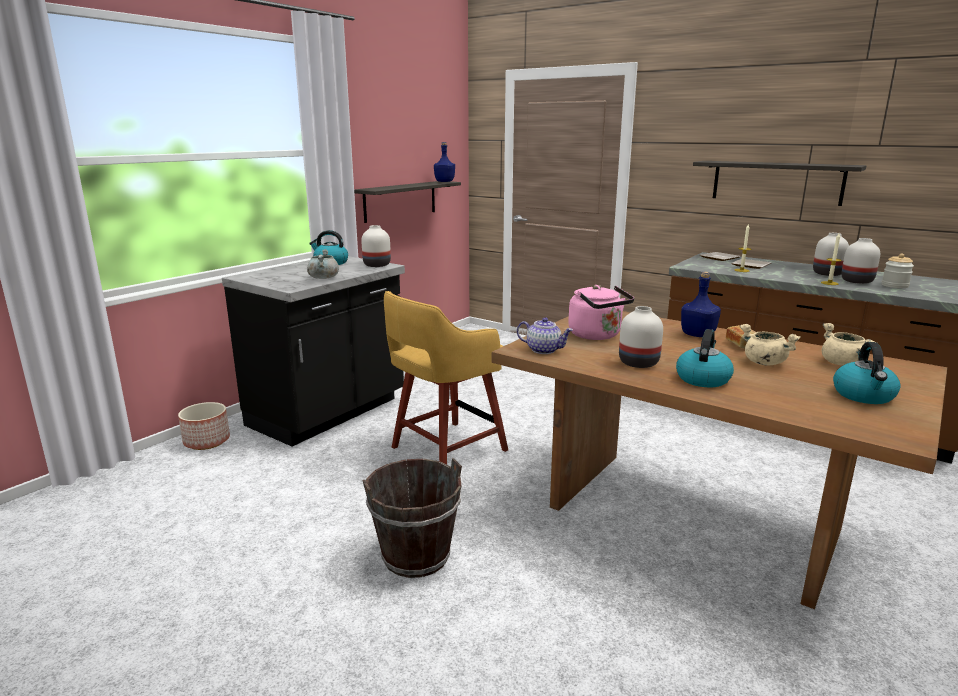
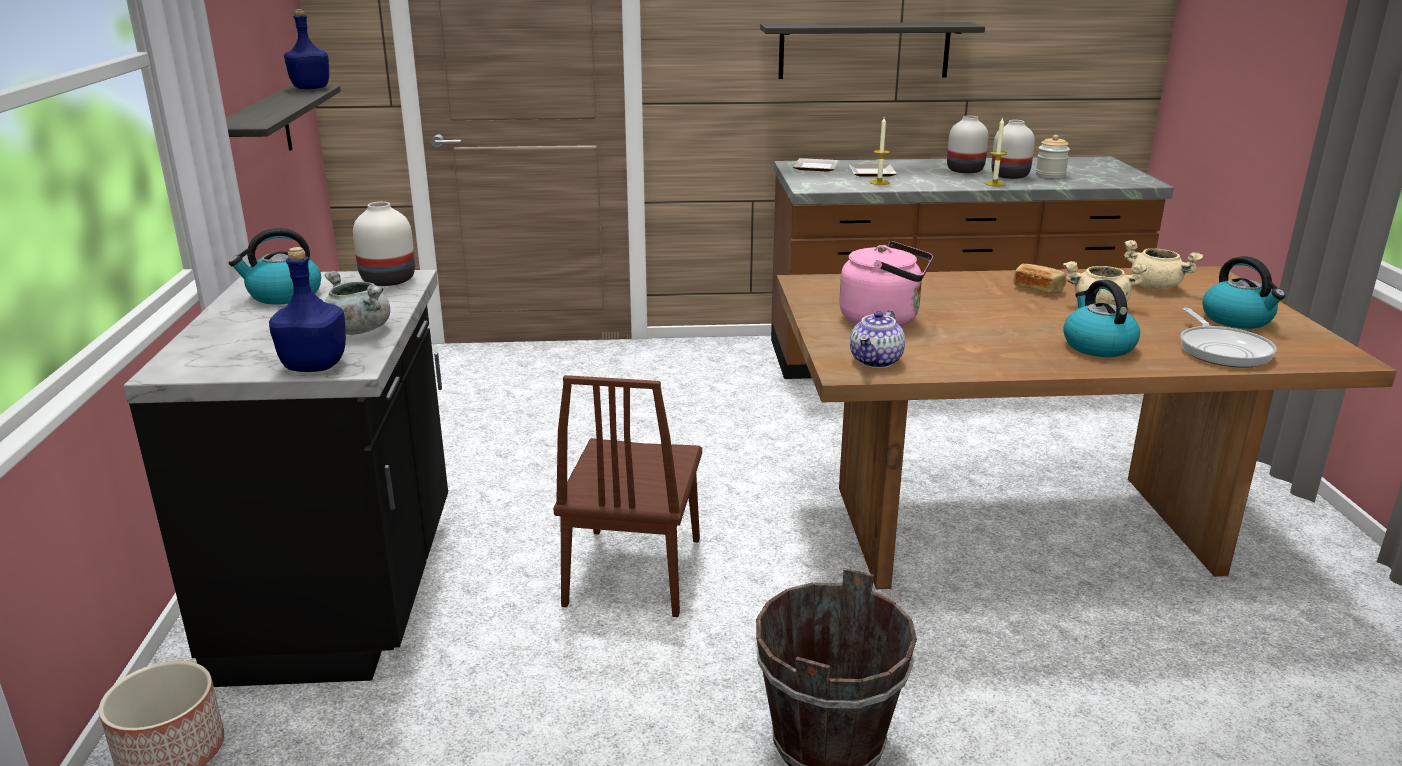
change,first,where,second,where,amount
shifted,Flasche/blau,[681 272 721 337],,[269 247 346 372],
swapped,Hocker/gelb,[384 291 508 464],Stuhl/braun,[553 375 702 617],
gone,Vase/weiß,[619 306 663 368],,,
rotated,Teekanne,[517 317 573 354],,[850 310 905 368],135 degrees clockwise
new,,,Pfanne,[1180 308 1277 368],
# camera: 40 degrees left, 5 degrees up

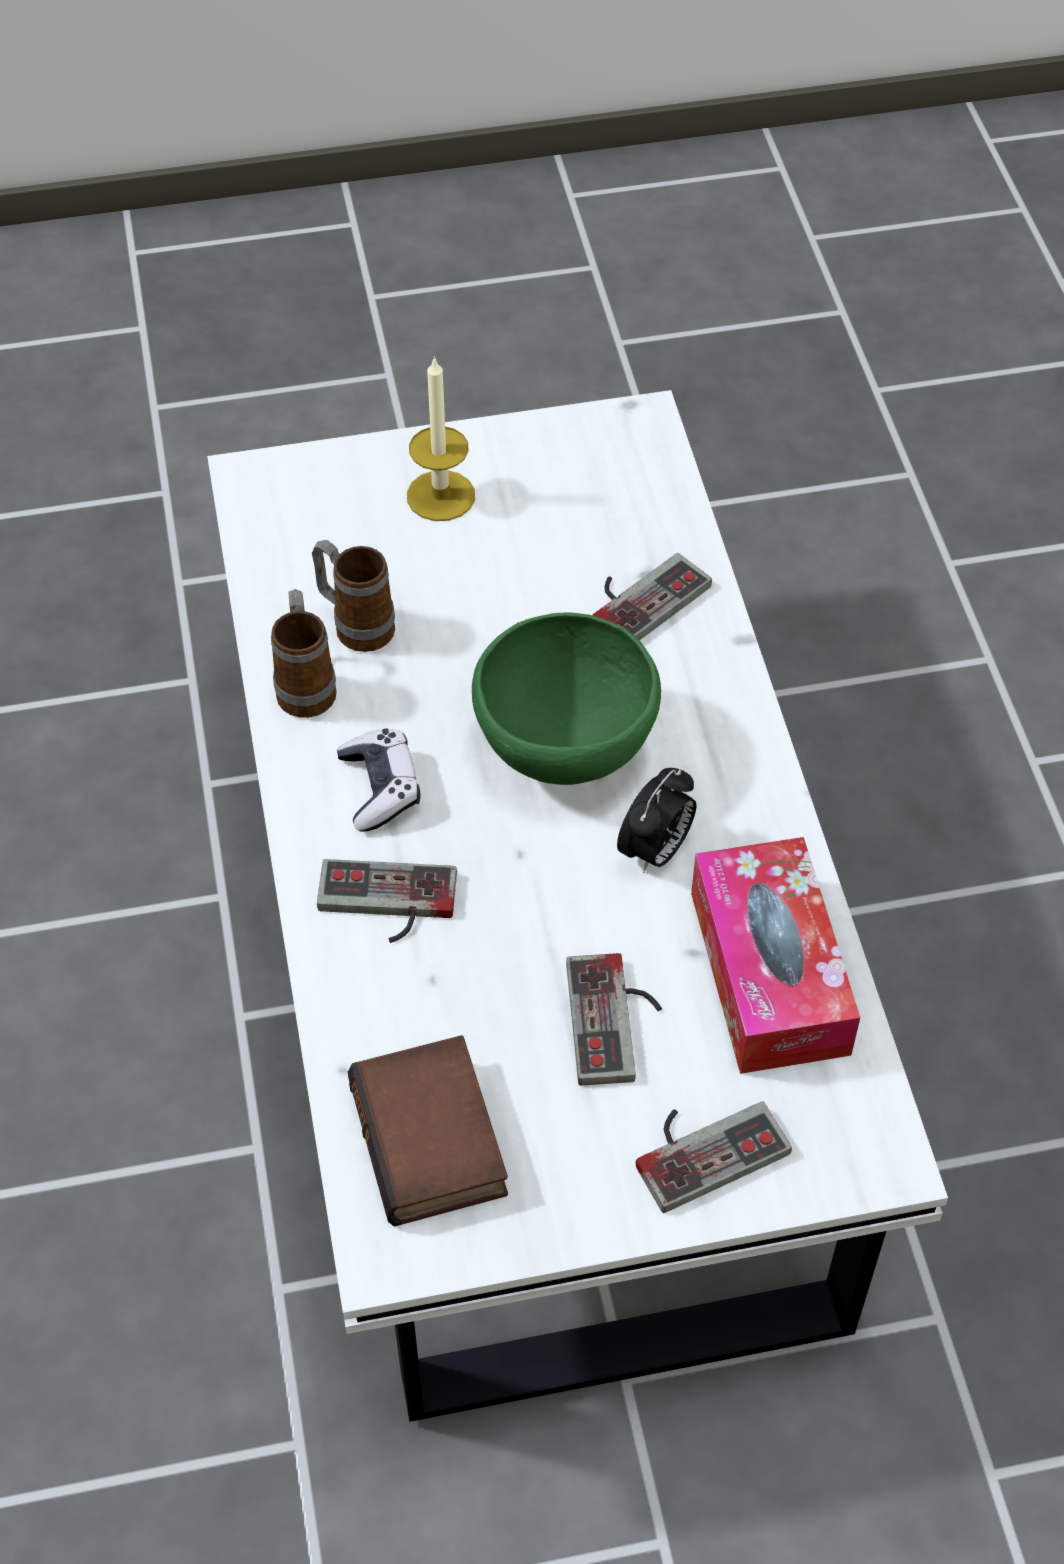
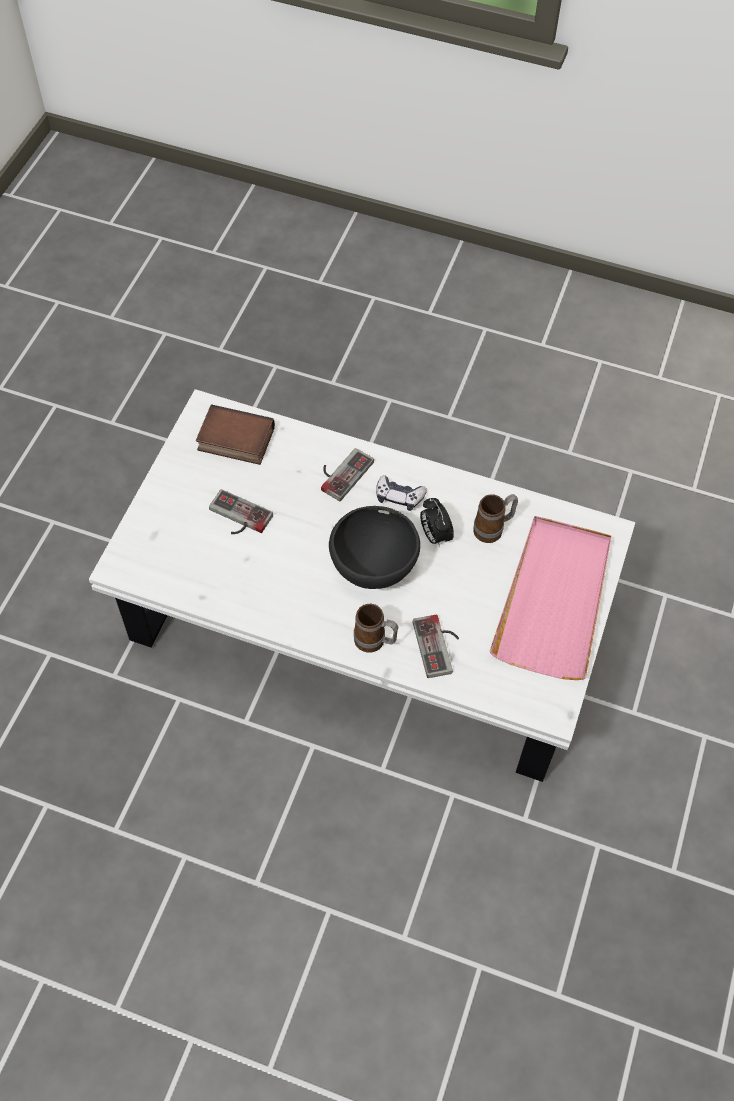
change,first,where,second,where,amount
swapped,Kerze,[407 356 475 521],Tablett/rosa,[489 516 612 680],
shifted,Henkelbecher,[271 589 336 718],,[354 604 398 653],
repainted,Schüssel/grün,[472 612 661 785],Schüssel/schwarz,[329 506 420 589],
shifted,Wecker,[617 768 696 873],,[420 498 454 548],
gone,Taschentuchbox,[691 837 860 1074],,,
gone,Gamepad,[636 1101 792 1213],,,
# camera: 120 degrees right, 5 degrees up

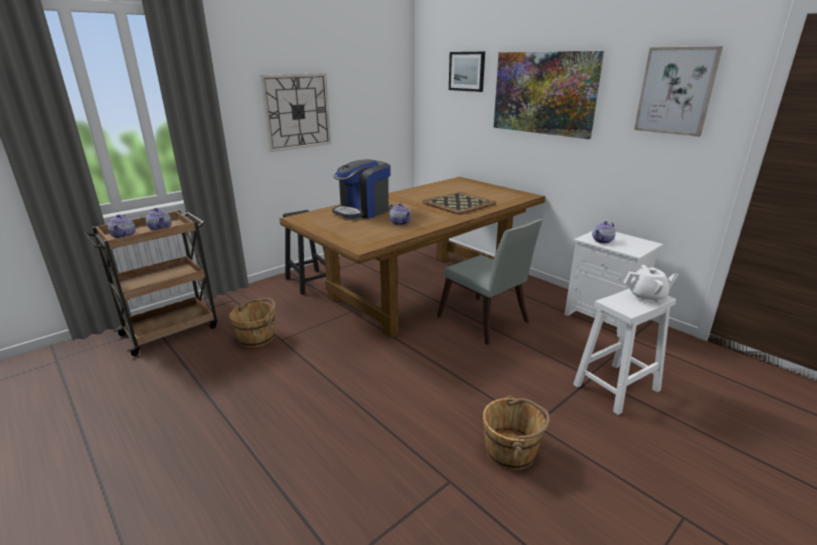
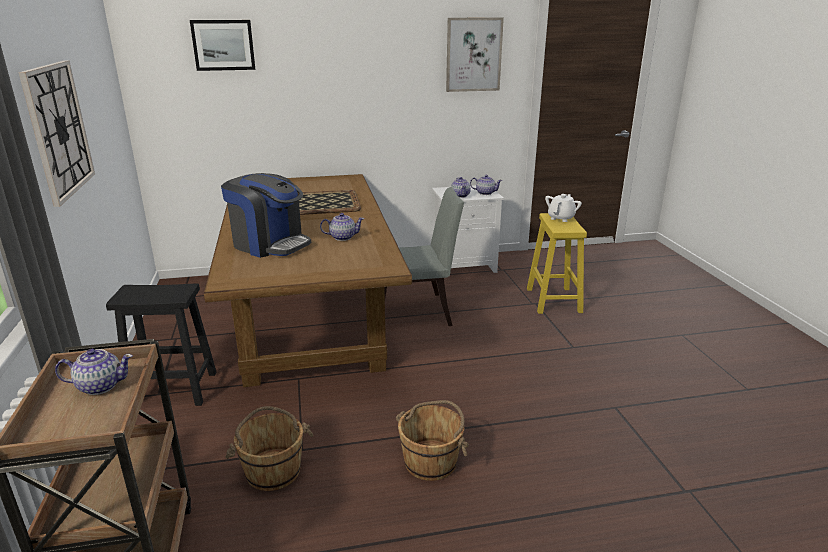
change,first,where,second,where,amount
gone,Bild,[494 51 604 139],,,
rotated,Kaffeemaschine,[332 159 391 219],,[221 173 311 258],45 degrees counterclockwise
shifted,Teekanne,[108 214 136 238],,[470 175 503 195],
repainted,Hocker/weiß,[573 288 676 415],Hocker/gelb,[527 213 587 314],
shifted,Eimer/braun,[483 395 550 470],,[396 400 469 481],
# camera: 60 degrees left, 0 degrees up

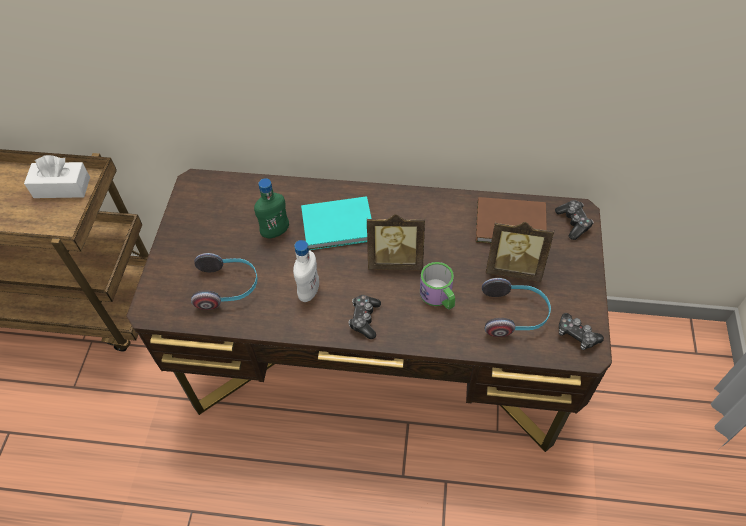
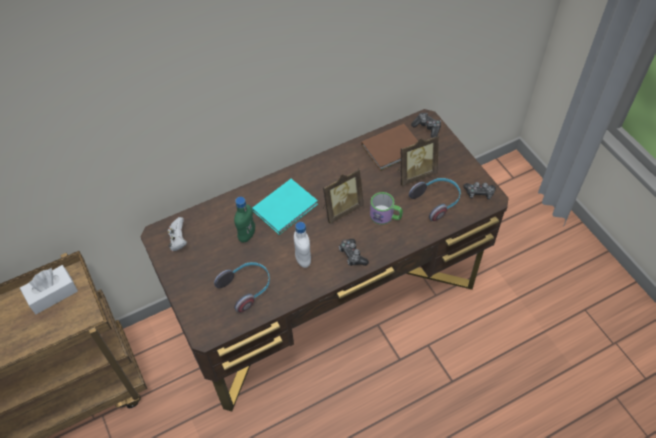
change,first,where,second,where,amount
new,,,Gamepad/weiß,[168 217 187 251],
# camera: 35 degrees left, 0 degrees up

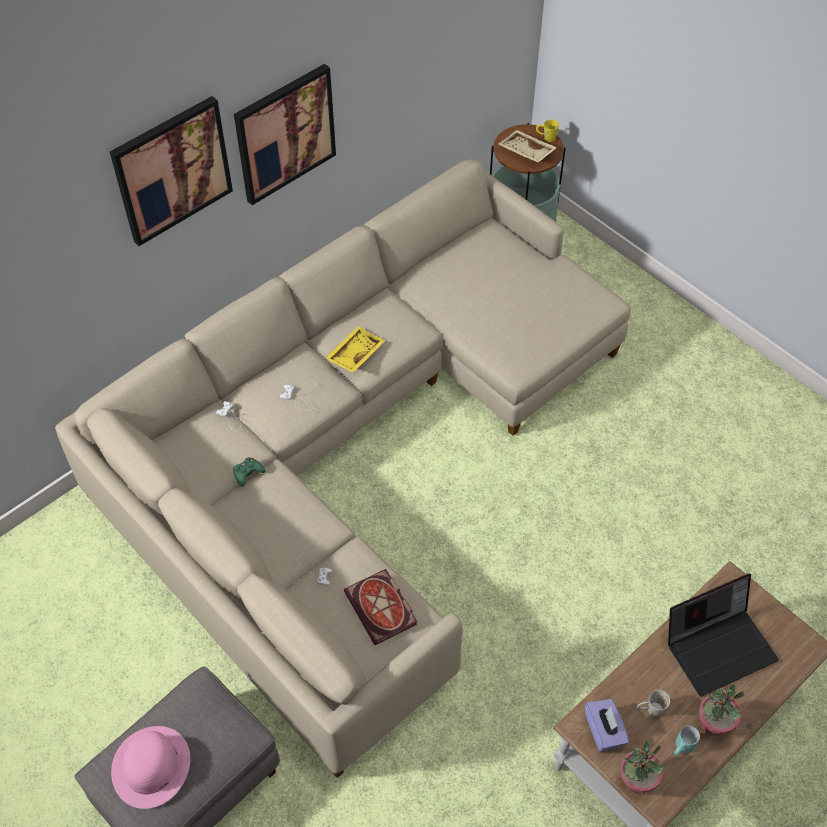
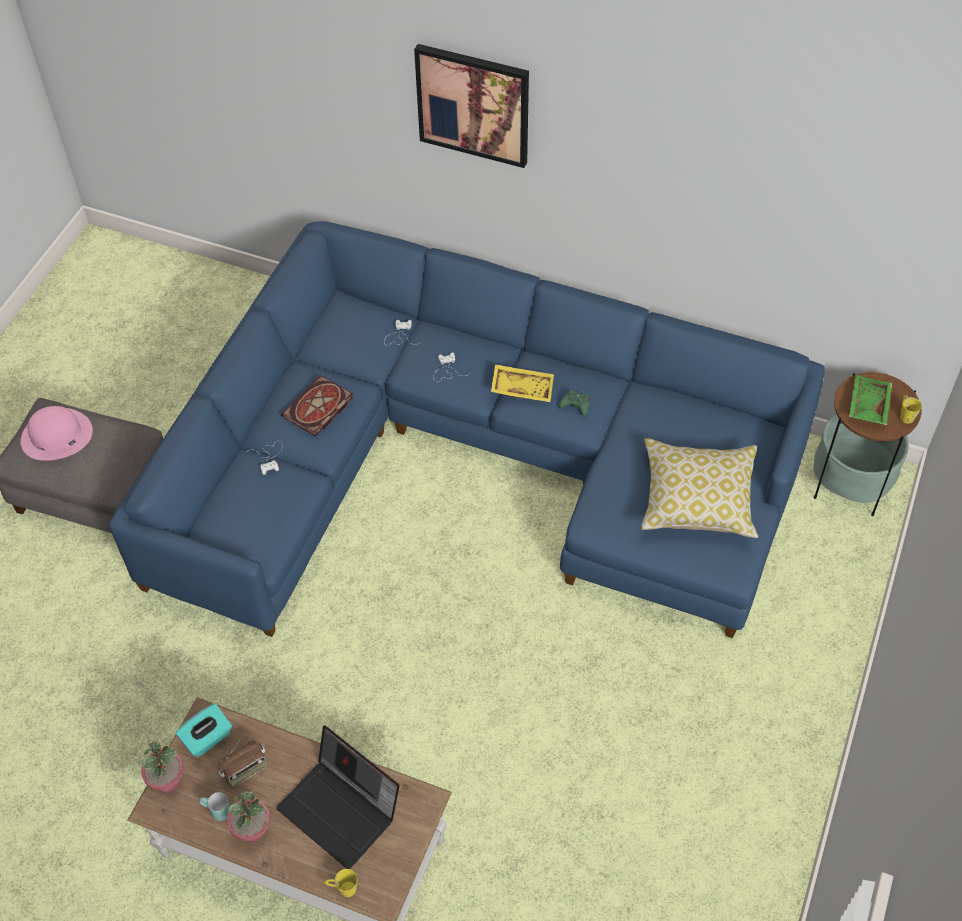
change,first,where,second,where,amount
gone,Bild,[234 64 336 205],,,
repainted,Tablett/beige,[498 130 557 162],Tablett/grün,[849 375 892 425],
repainted,Sofa/beige,[55 159 631 778],Sofa/blau,[108 221 825 638],
shifted,Gamepad/grün,[233 457 265 487],,[559 390 590 416],
shifted,Buch,[344 569 417 645],,[281 375 354 437],
swapped,Henkelbecher/weiß,[637 690 670 717],Radio,[218 738 268 787],
repainted,Taschentuchbox/lila,[585 699 629 752],Taschentuchbox/türkis,[176 704 232 757],
new,,,Kissen,[641 438 758 538],
new,,,Henkelbecher/gelb,[325 869 357 897],
# camera: 65 degrees right, 0 degrees up

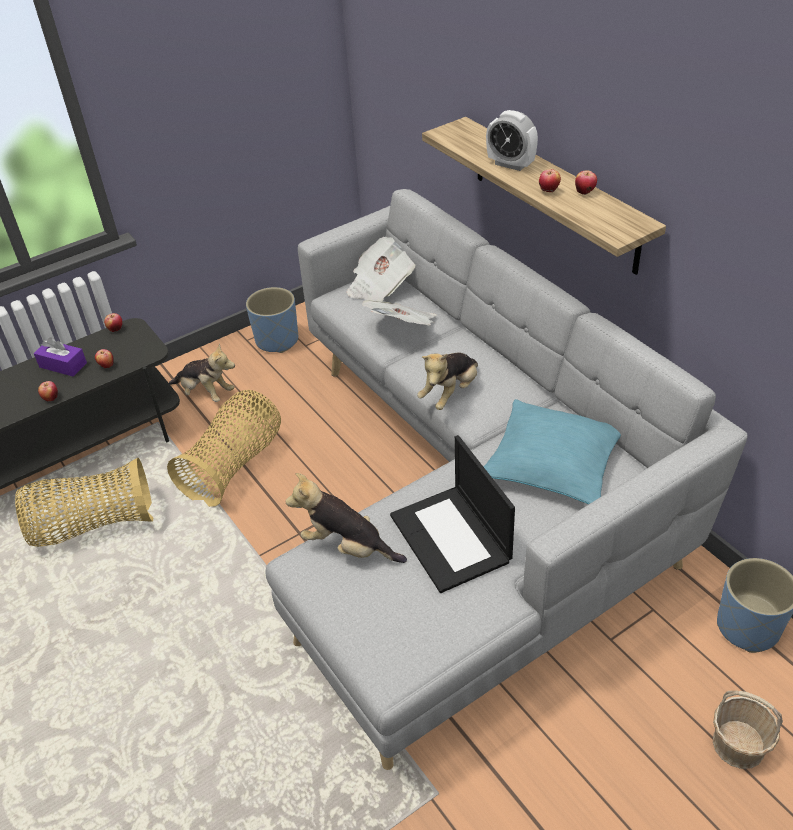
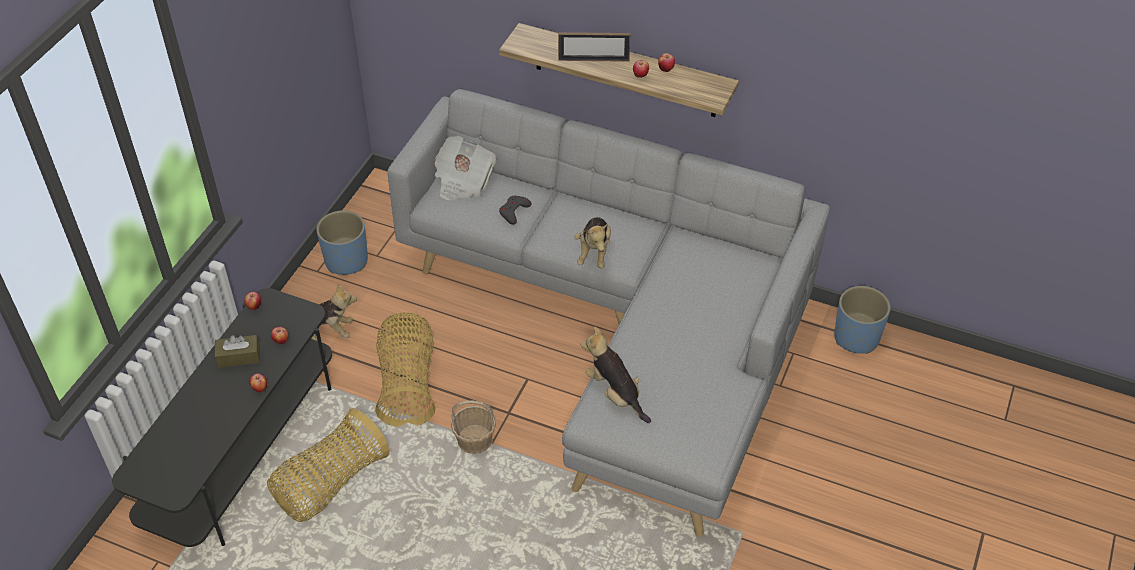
change,first,where,second,where,amount
swapped,Wecker,[486 110 538 171],Bilderrahmen,[558 32 630 62],
swapped,Zeitung,[362 300 437 326],Gamepad/grau,[499 196 532 225],
repainted,Taschentuchbox/lila,[34 337 87 376],Taschentuchbox/braun,[215 335 260 368],
gone,Kissen/türkis,[483 399 621 504],,,
gone,Laptop,[390 435 515 593],,,
rotated,Plüschtier,[286 473 407 563],,[581 327 651 423],60 degrees clockwise
shifted,Korb,[713 690 783 769],,[451 400 496 454],
# camera: 35 degrees left, 5 degrees up

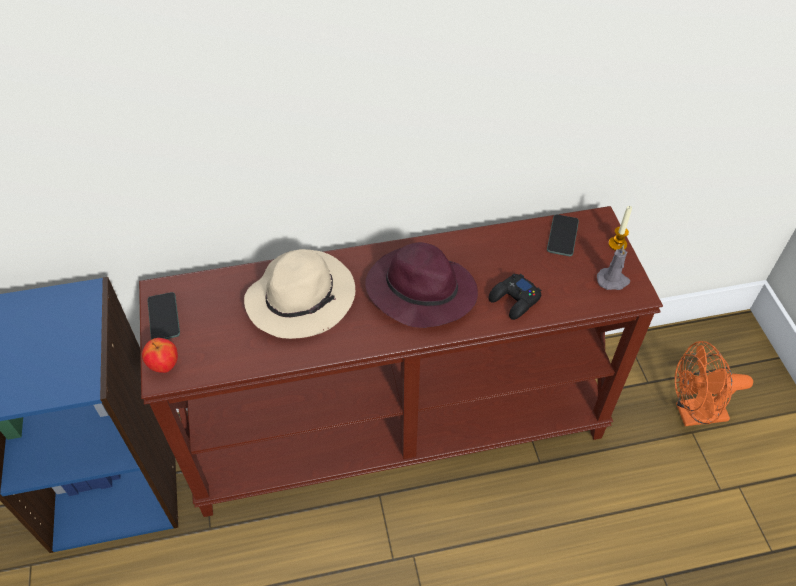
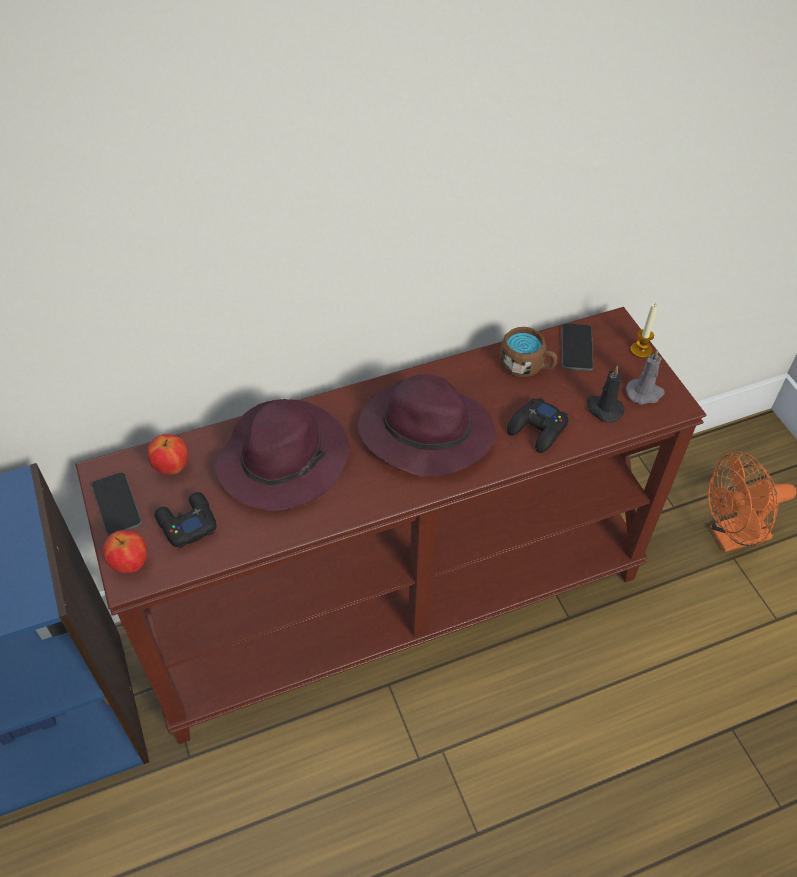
change,first,where,second,where,amount
repainted,Hut/beige,[244 249 355 339],Hut/lila,[215 399 349 511],
new,,,Henkelbecher/braun,[499 327 557 377],
new,,,Kerze/schwarz,[587 366 624 423],
new,,,Apfel,[147 434 188 474],
new,,,Gamepad/schwarz,[155 492 217 548],
# camera: 10 degrees left, 0 degrees up

